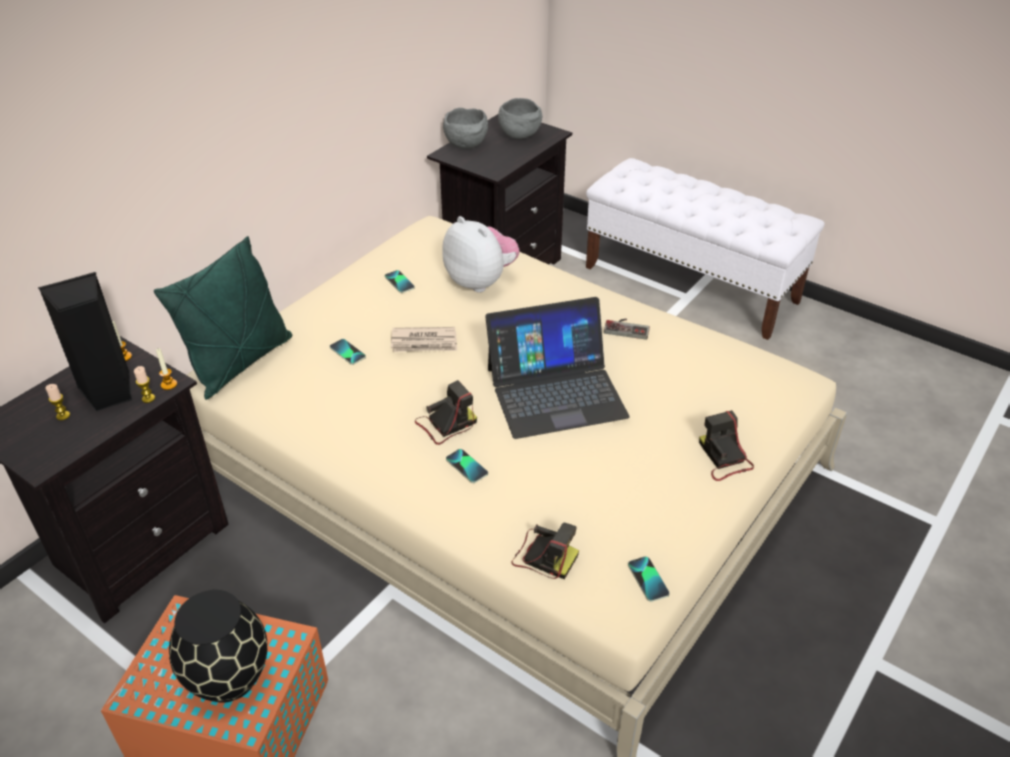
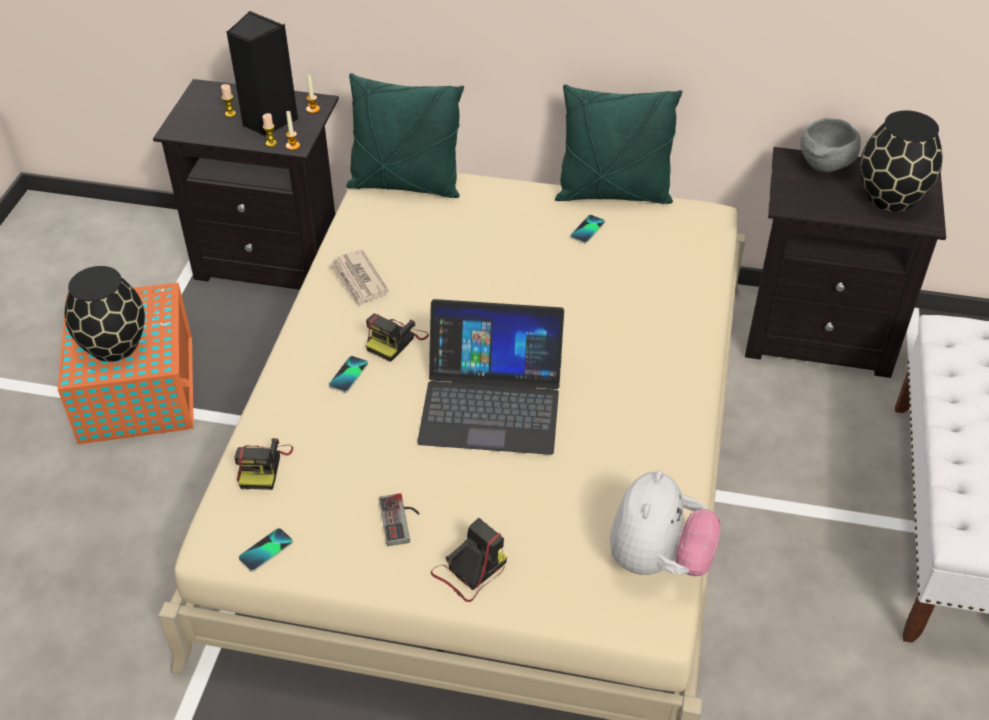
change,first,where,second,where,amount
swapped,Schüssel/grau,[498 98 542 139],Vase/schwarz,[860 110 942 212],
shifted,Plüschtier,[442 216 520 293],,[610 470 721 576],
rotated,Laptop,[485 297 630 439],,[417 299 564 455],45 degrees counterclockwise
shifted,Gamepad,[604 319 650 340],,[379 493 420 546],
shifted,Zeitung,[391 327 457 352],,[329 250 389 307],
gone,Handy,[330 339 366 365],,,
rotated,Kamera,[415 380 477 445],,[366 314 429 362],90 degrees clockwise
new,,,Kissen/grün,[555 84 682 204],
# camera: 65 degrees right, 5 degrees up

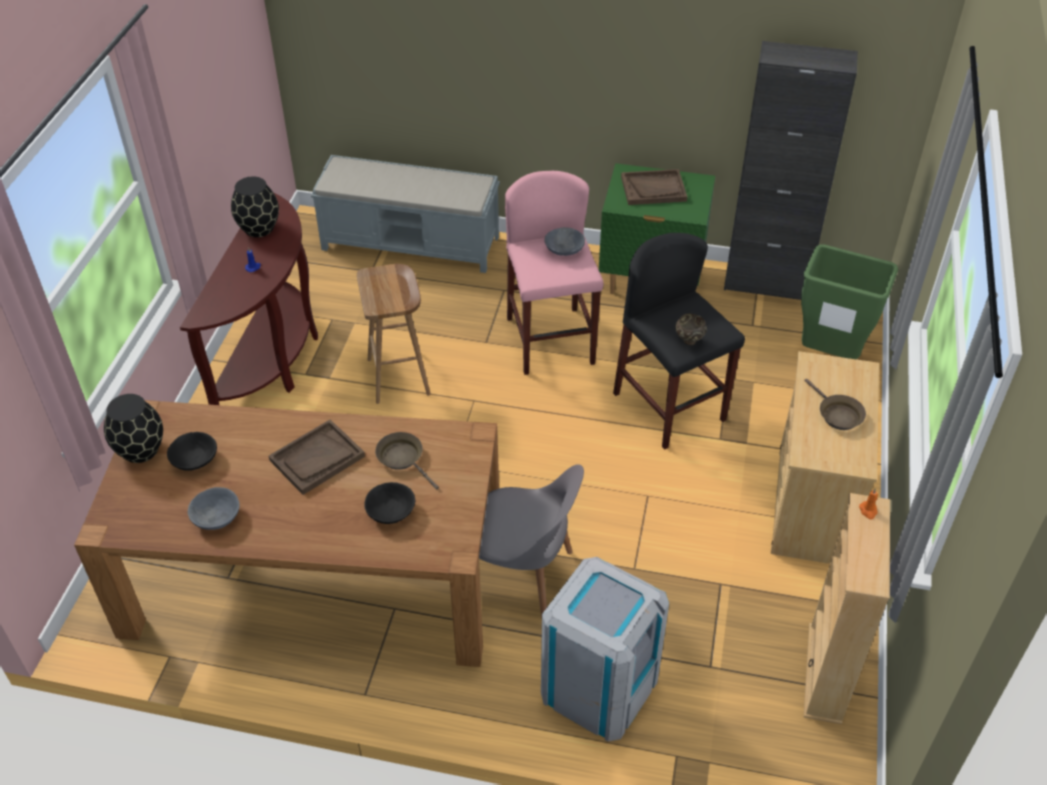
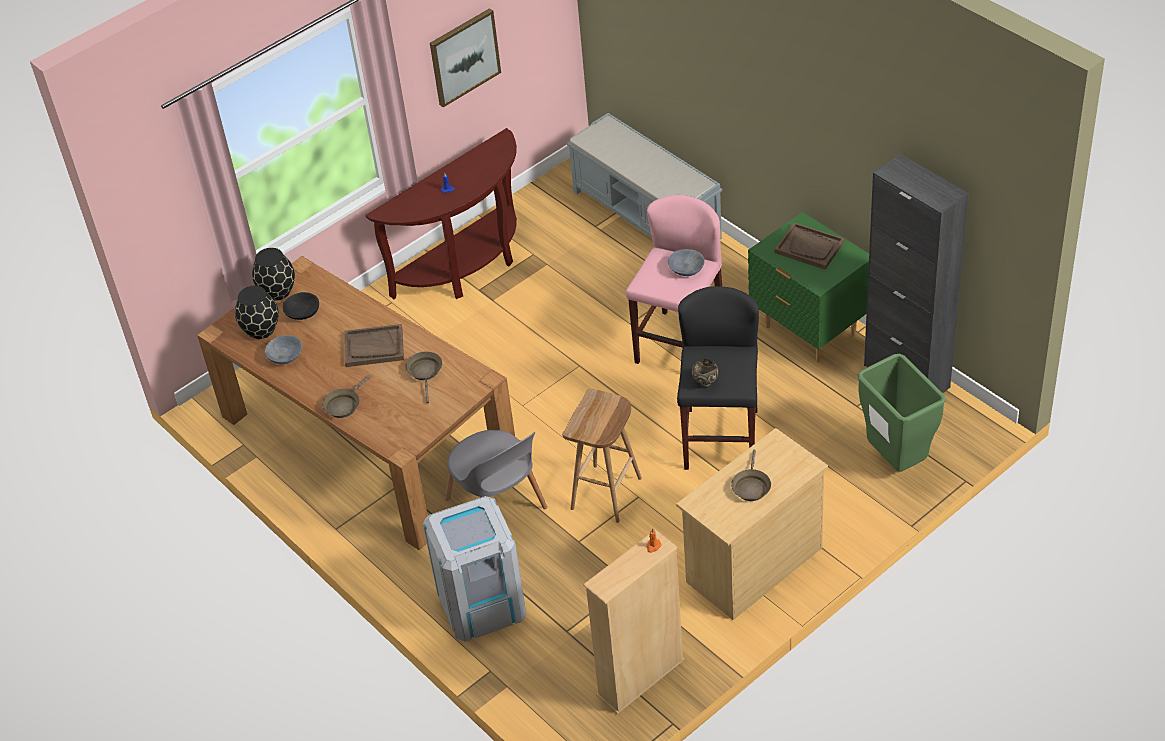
change,first,where,second,where,amount
shifted,Vase/schwarz,[231 177 279 237],,[235 286 279 339],
shifted,Hocker/braun,[357 264 431 404],,[562 389 642 523],
gone,Schüssel/schwarz,[364 482 415 524],,,
new,,,Bild,[430 8 501 107],
new,,,Pfanne/braun,[322 375 371 418],
# camera: 40 degrees right, 0 degrees up

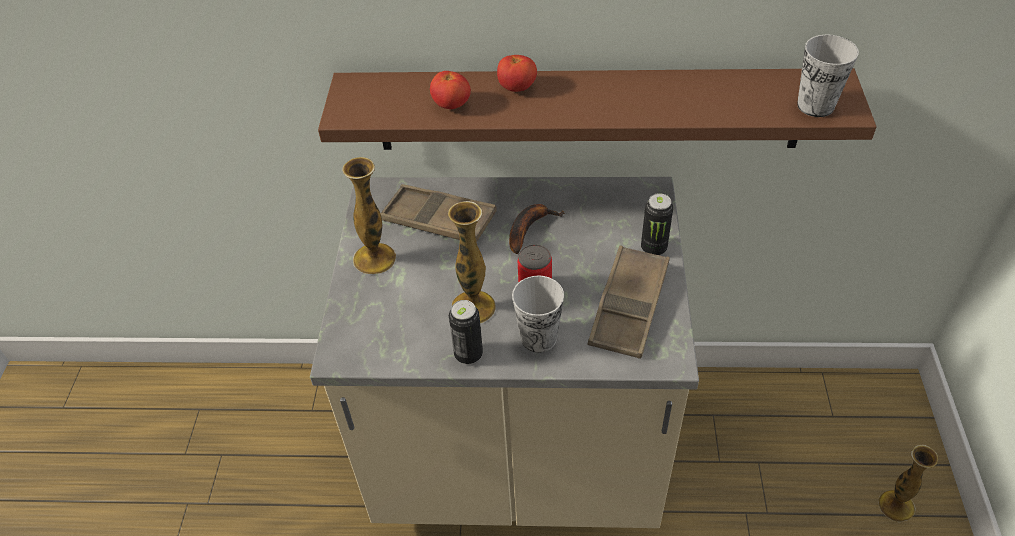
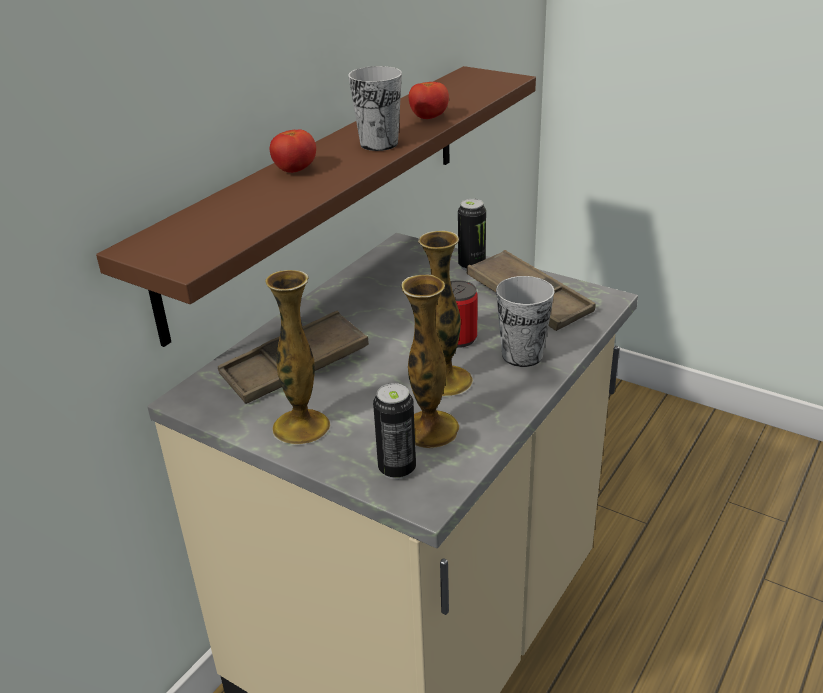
change,first,where,second,where,amount
shifted,Tasse,[797 35 859 117],,[348 66 402 151],
shifted,Tomate,[430 71 471 109],,[409 82 449 119],
gone,Banane,[509 204 565 254],,,
shifted,Dose,[449 300 483 364],,[373 383 416 480],
shifted,Vase,[878 445 938 522],,[401 275 459 448],
# camera: 60 degrees left, 15 degrees down

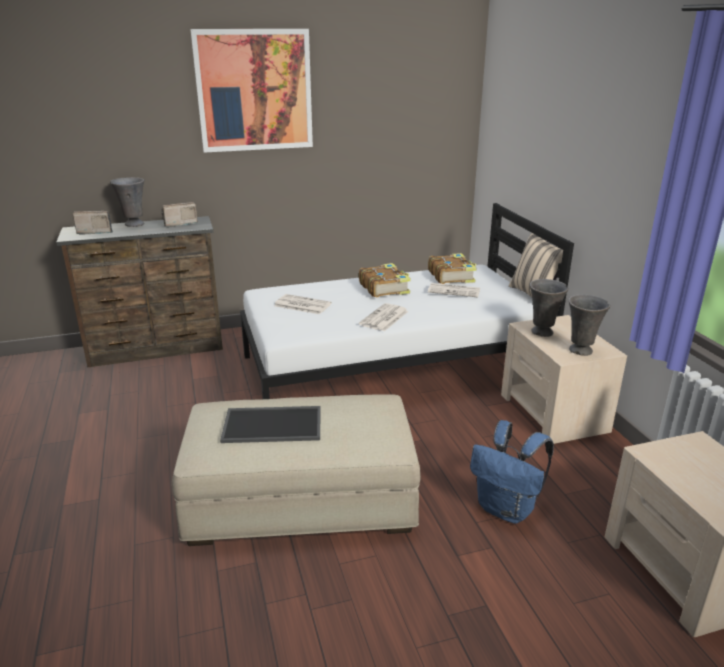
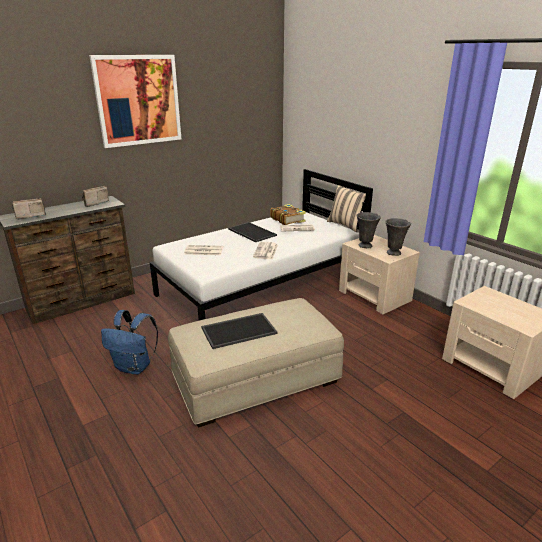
change,first,where,second,where,amount
gone,Vase/grau,[110 177 144 227],,,
swapped,Buch,[359 263 411 297],Tablett,[228 222 277 242],
shifted,Rucksack/blau,[470 420 554 524],,[101 310 158 374],
# camera: 20 degrees left, 0 degrees up

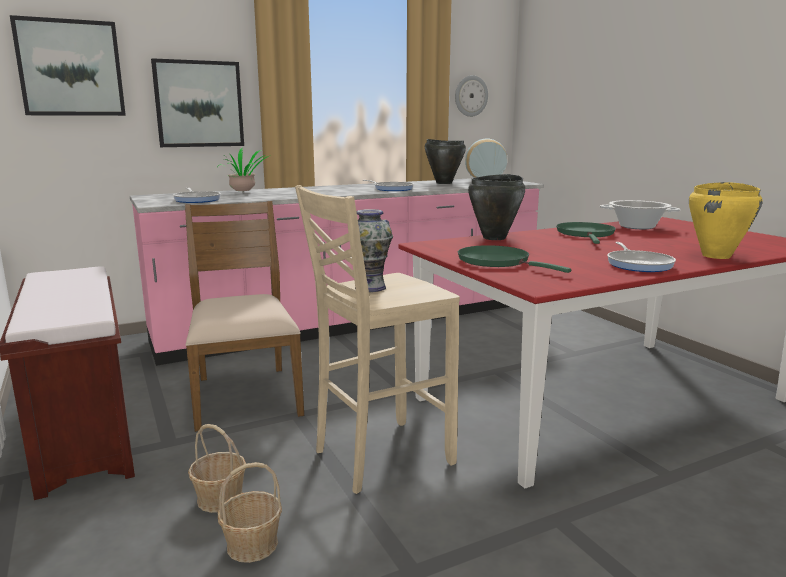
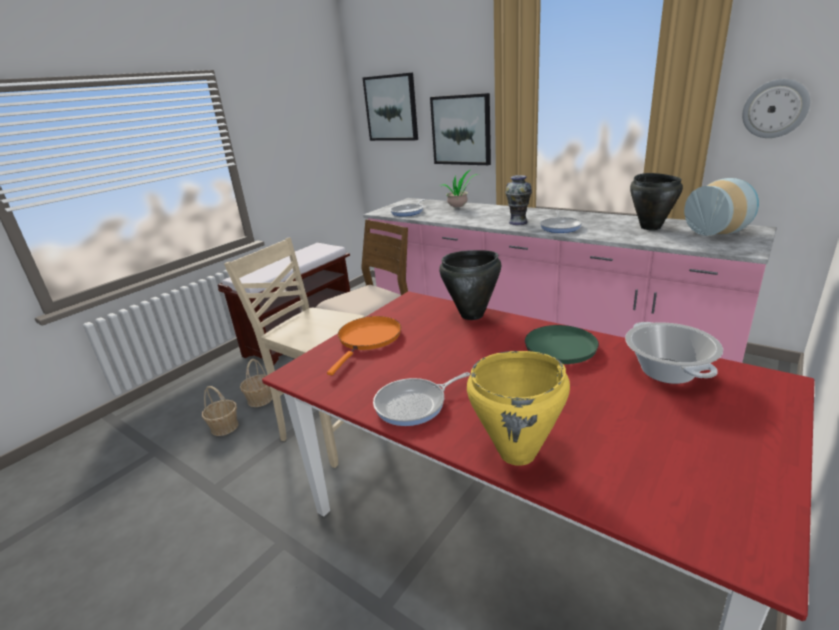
change,first,where,second,where,amount
shifted,Vase,[357 209 393 292],,[505 175 532 225],
repainted,Pfanne/grün,[458 245 571 273],Pfanne/orange,[327 316 401 375],
# camera: 65 degrees right, 10 degrees up

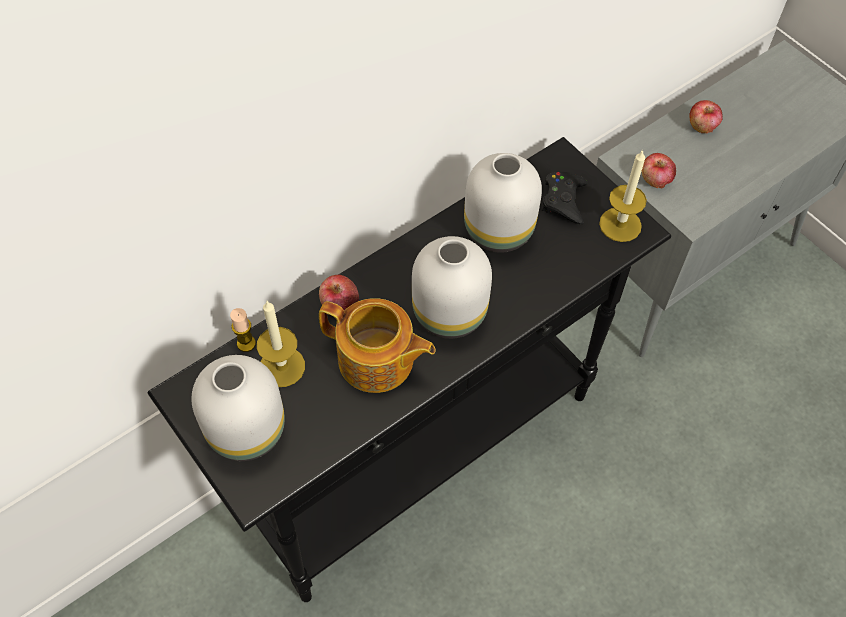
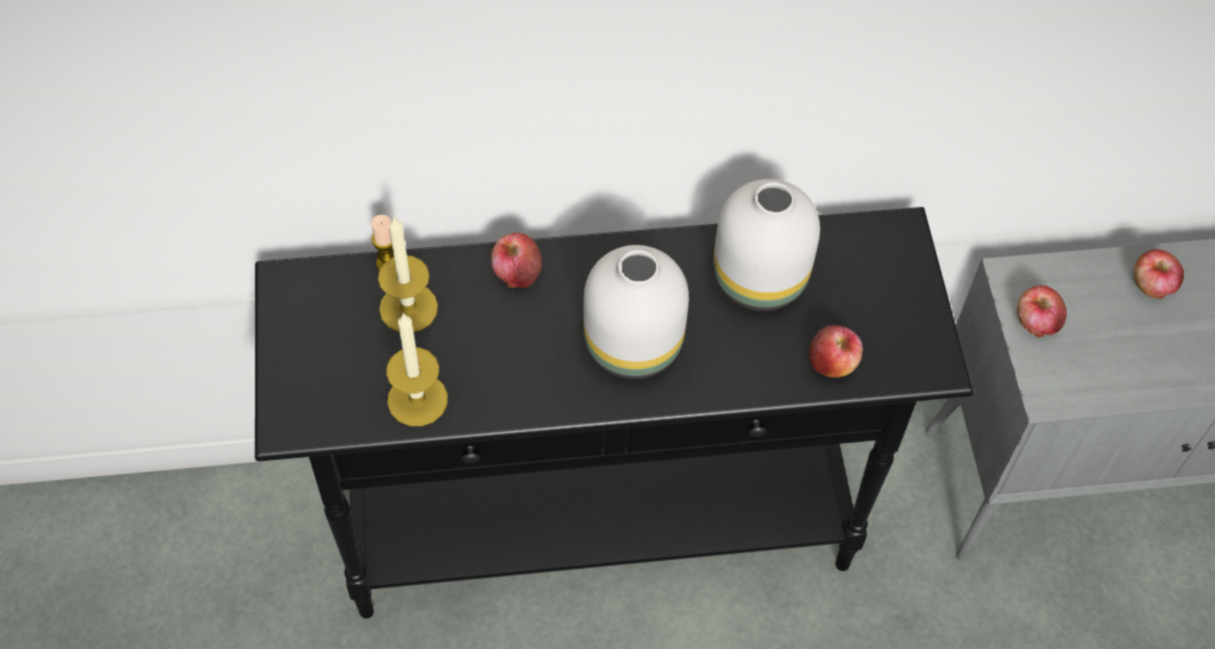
change,first,where,second,where,amount
shifted,Kerze,[599 149 647 242],,[386 312 448 426],
gone,Gamepad/schwarz,[542 172 588 224],,,
gone,Teekanne,[319 298 436 393],,,
gone,Vase/weiß,[192 355 285 461],,,
new,,,Apfel,[809 325 863 378],
# camera: 30 degrees right, 0 degrees up

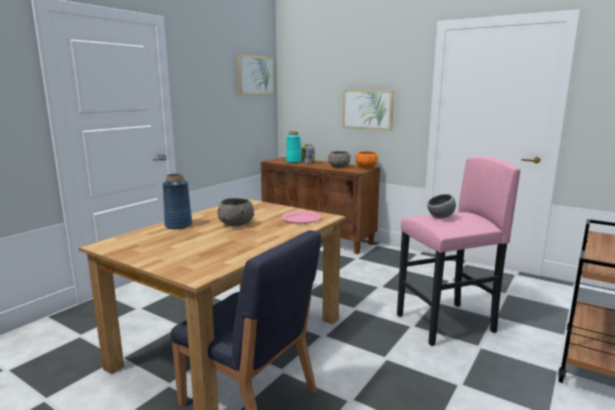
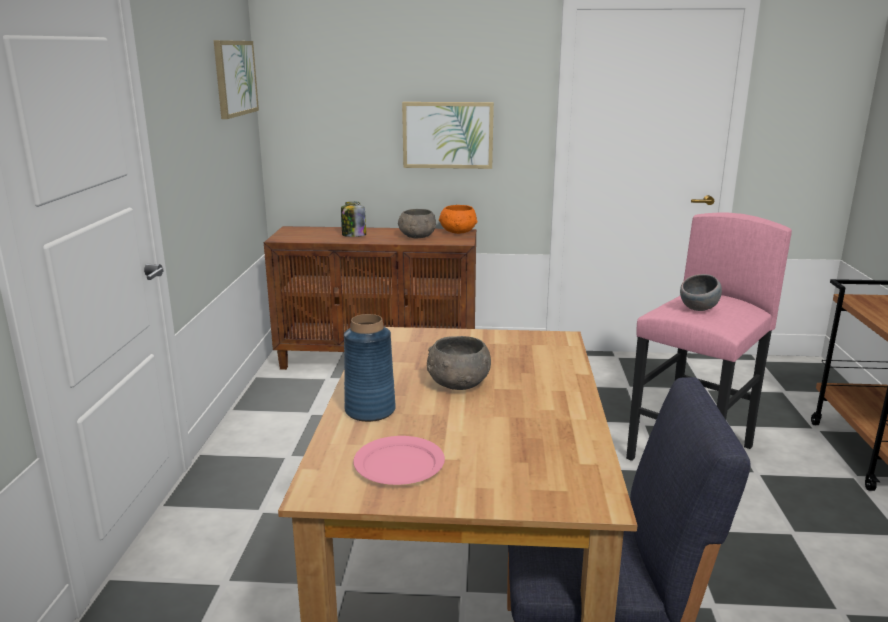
change,first,where,second,where,amount
gone,Vase/türkis,[286 132 301 163],,,
shifted,Teller/rosa,[282 211 321 224],,[353 436 445 485],
# camera: 30 degrees left, 5 degrees up

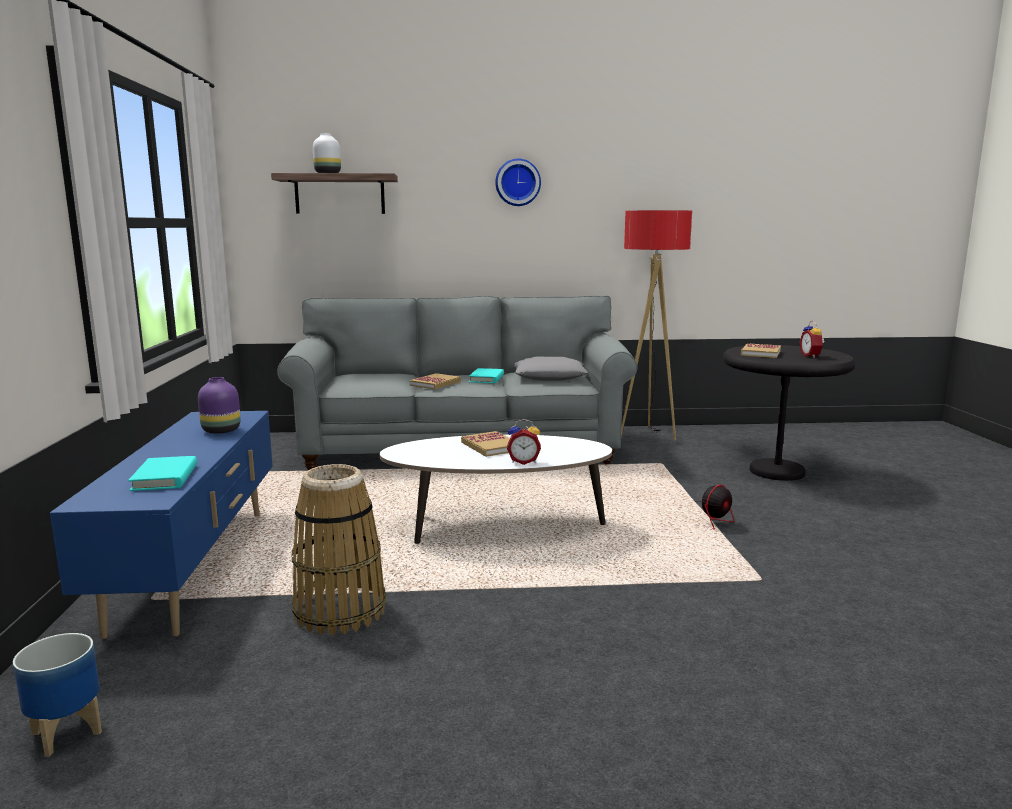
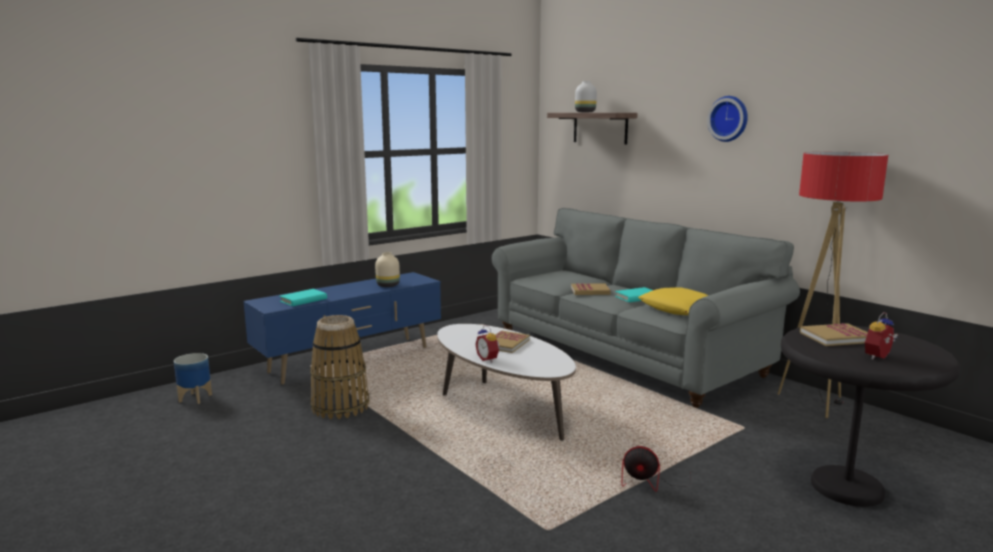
change,first,where,second,where,amount
repainted,Kissen/grau,[513 357 588 381],Kissen/gelb,[638 287 709 315],
repainted,Vase/lila,[198 377 241 434],Vase/beige,[375 252 400 287],
# camera: 55 degrees right, 0 degrees up

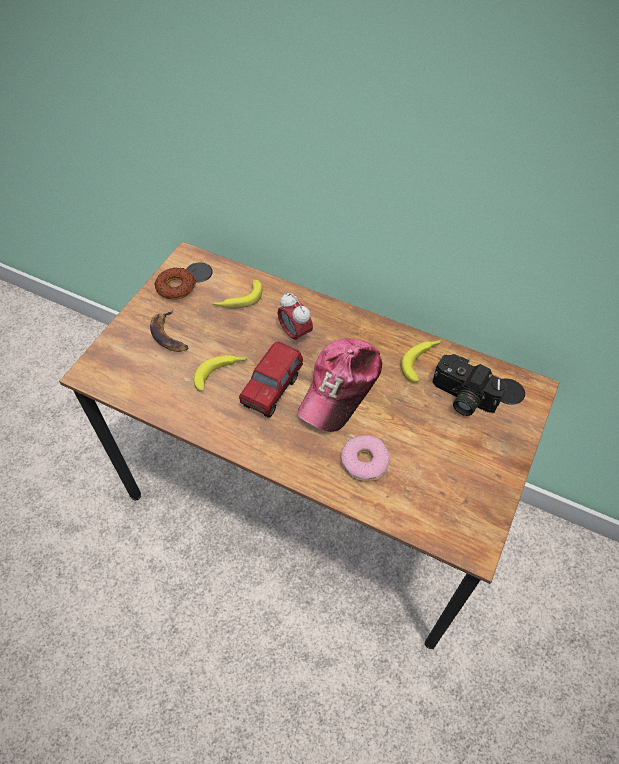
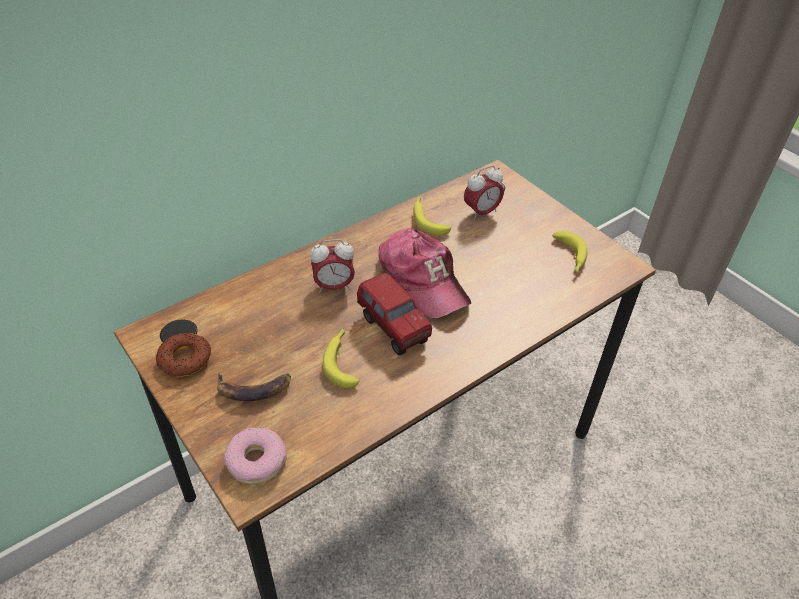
change,first,where,second,where,amount
shifted,Banane,[212 280 262 309],,[552 231 587 272],
swapped,Kamera,[433 354 508 416],Wecker,[464 166 504 220],
shifted,Donut,[341 435 389 482],,[224 427 287 484],
# camera: 65 degrees left, 10 degrees down

